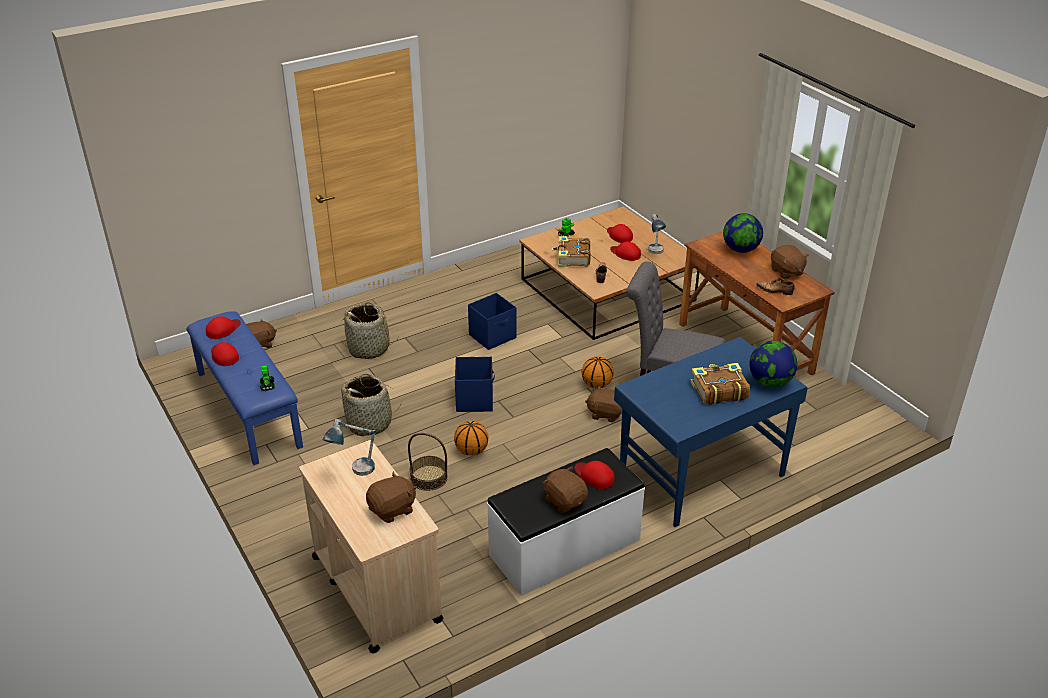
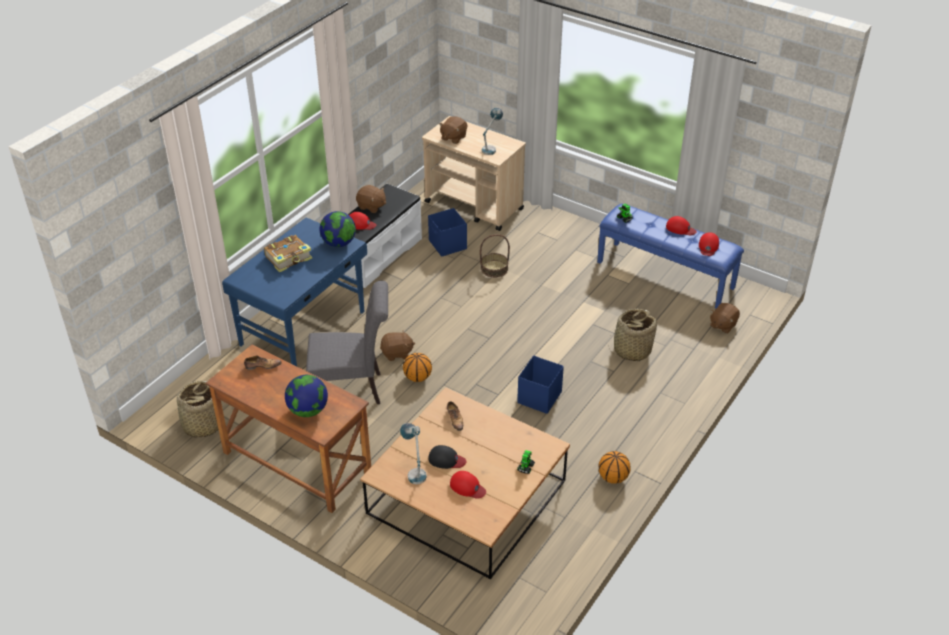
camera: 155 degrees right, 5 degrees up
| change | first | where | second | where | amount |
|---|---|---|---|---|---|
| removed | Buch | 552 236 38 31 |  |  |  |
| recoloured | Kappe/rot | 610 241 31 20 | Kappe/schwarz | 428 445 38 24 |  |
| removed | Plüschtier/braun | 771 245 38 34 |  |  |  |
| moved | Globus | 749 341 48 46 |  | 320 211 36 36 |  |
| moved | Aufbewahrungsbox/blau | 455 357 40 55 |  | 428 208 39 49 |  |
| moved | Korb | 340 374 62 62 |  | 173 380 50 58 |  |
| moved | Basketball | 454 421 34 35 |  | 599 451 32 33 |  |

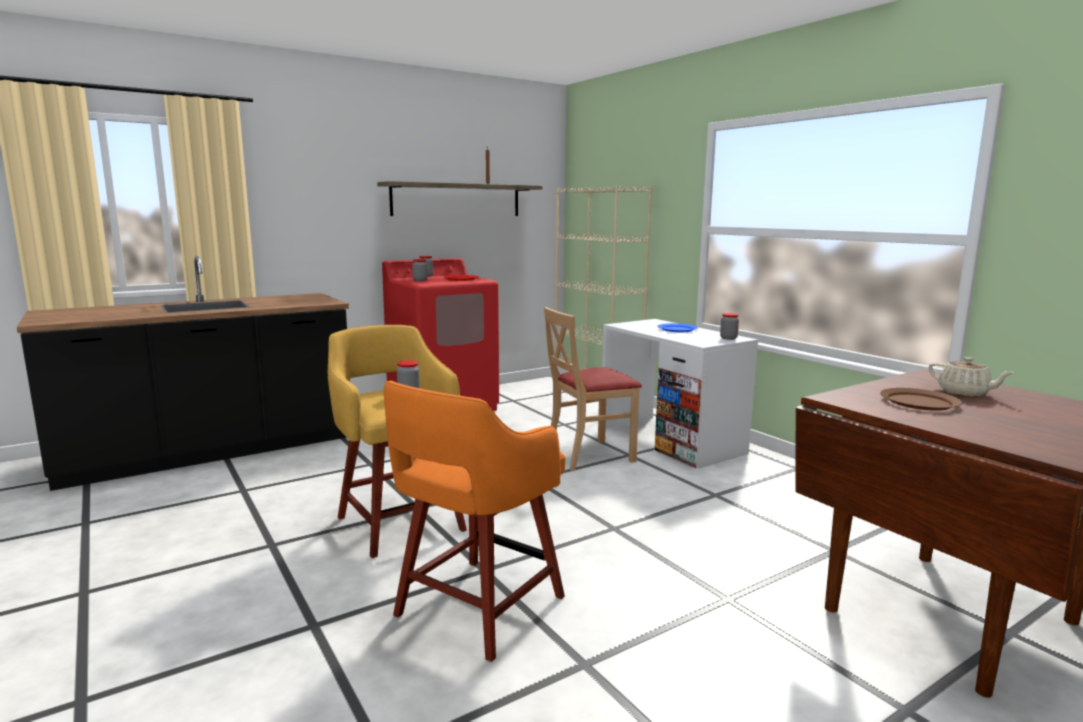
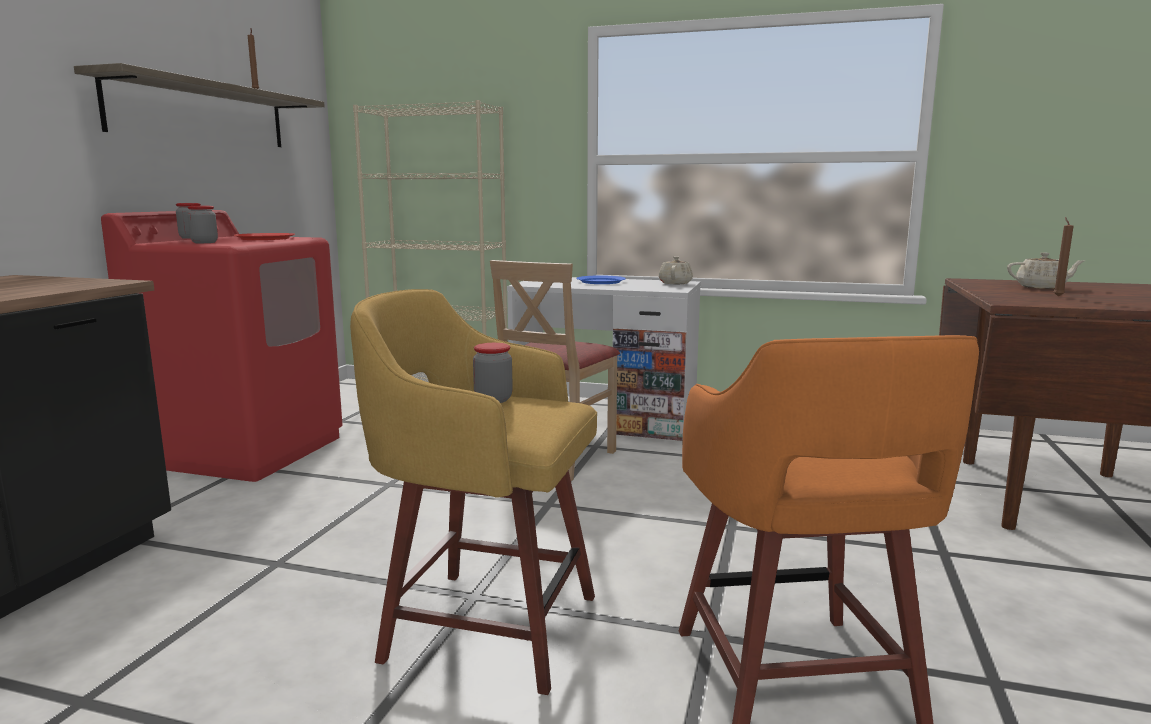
camera: 40 degrees left, 0 degrees up
| change | first | where | second | where | amount |
|---|---|---|---|---|---|
| replaced | Vorratsglas | 720 313 19 27 | Teekanne/beige | 659 256 34 28 |  |
| replaced | Teller/braun | 880 388 82 23 | Kerze/braun | 1054 217 20 80 |  |

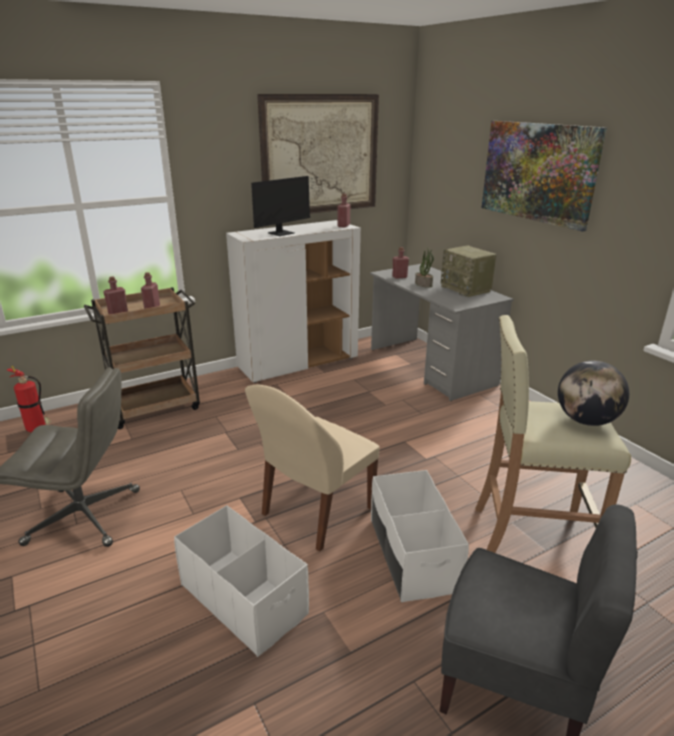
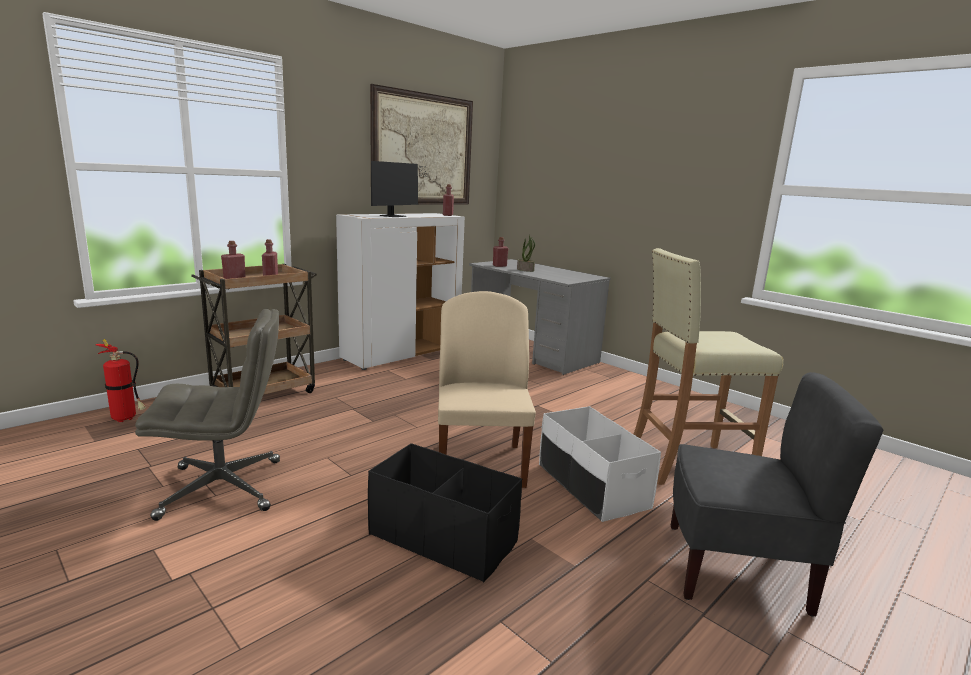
camera: 15 degrees left, 10 degrees down
| change | first | where | second | where | amount |
|---|---|---|---|---|---|
| removed | Bild | 482 121 125 111 |  |  |  |
| removed | Radio | 441 245 55 52 |  |  |  |
| removed | Globus | 558 360 71 66 |  |  |  |
| turned | Stuhl/beige | 245 385 135 167 |  | 438 291 98 197 | 150 degrees clockwise |
| recoloured | Aufbewahrungsbox/weiß | 174 505 135 152 | Aufbewahrungsbox/schwarz | 368 443 154 139 |  |

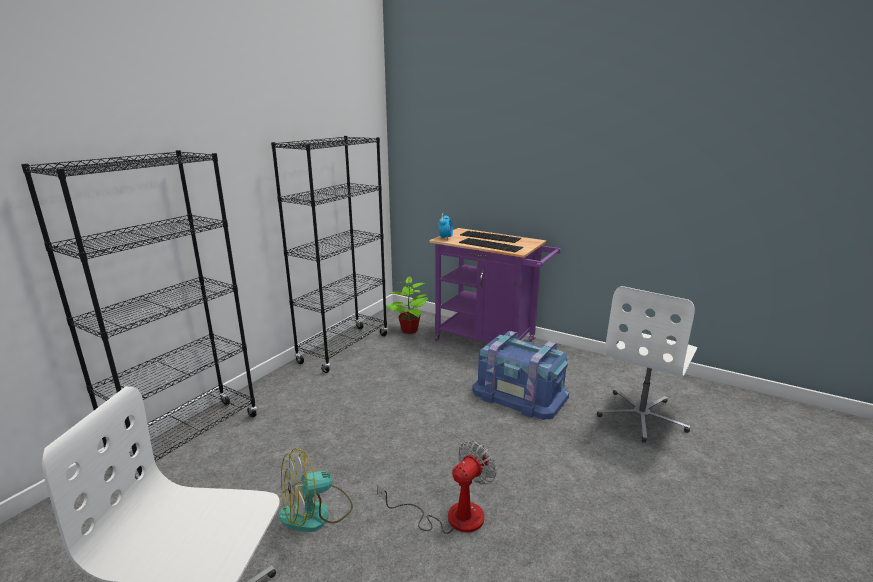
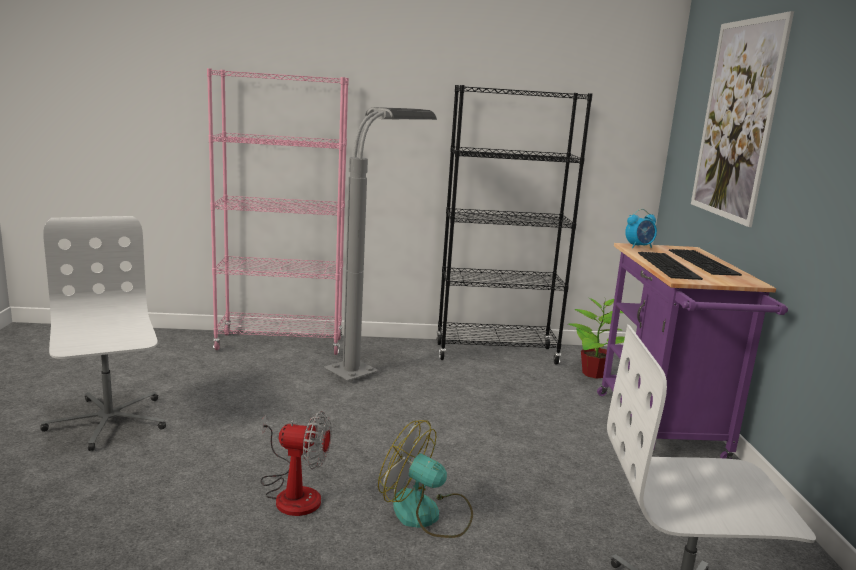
camera: 55 degrees right, 5 degrees down
| change | first | where | second | where | amount |
|---|---|---|---|---|---|
| recoloured | Bücherregal/schwarz | 21 150 236 330 | Bücherregal/rosa | 207 68 142 287 |  |
| removed | Aufbewahrungsbox/blau | 472 331 97 89 |  |  |  |
| moved | Ventilator | 279 448 74 84 |  | 378 420 95 118 |  |
| added |  |  | Bild | 691 11 103 216 |  |
| added |  |  | Stehlampe/grau | 324 107 113 274 |  |

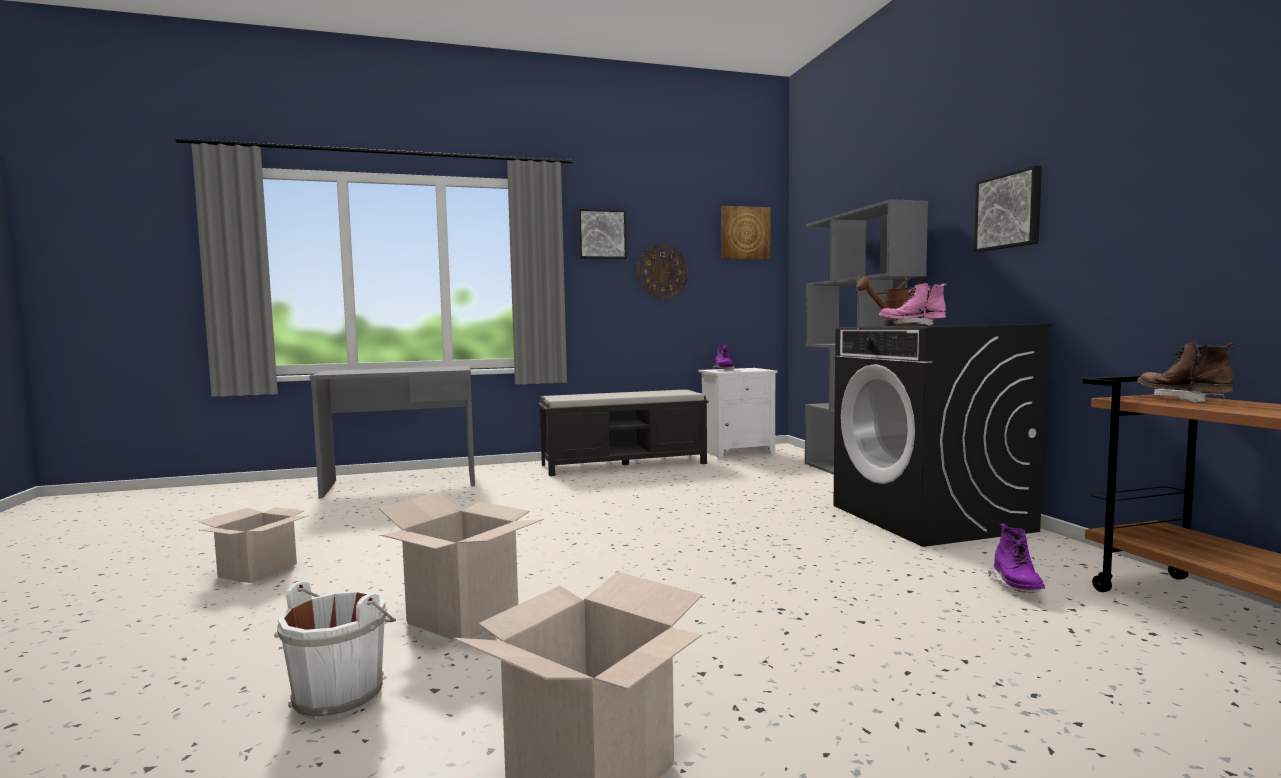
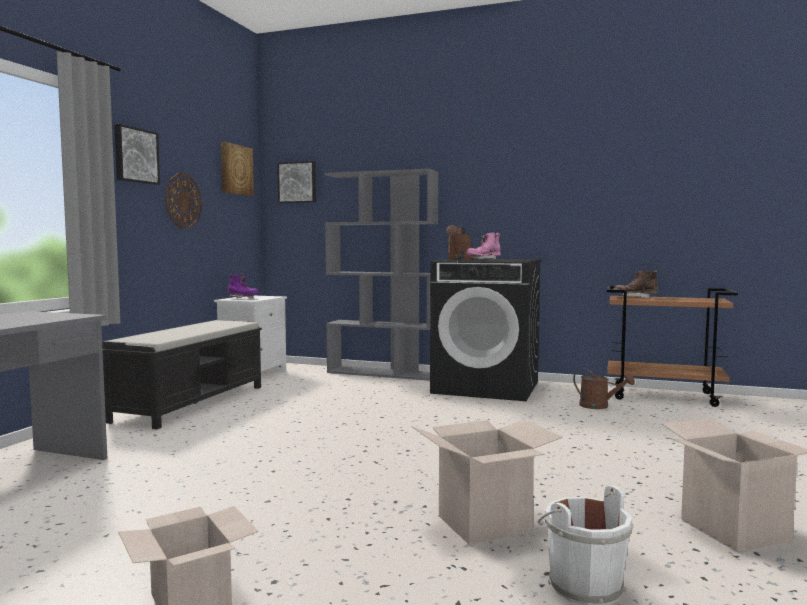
camera: 55 degrees left, 0 degrees up
| change | first | where | second | where | amount |
|---|---|---|---|---|---|
| moved | Bild | 974 165 68 87 |  | 277 161 39 42 |  |
| replaced | Stiefel/lila | 988 524 57 69 | Gießkanne/braun | 573 368 62 41 |  |

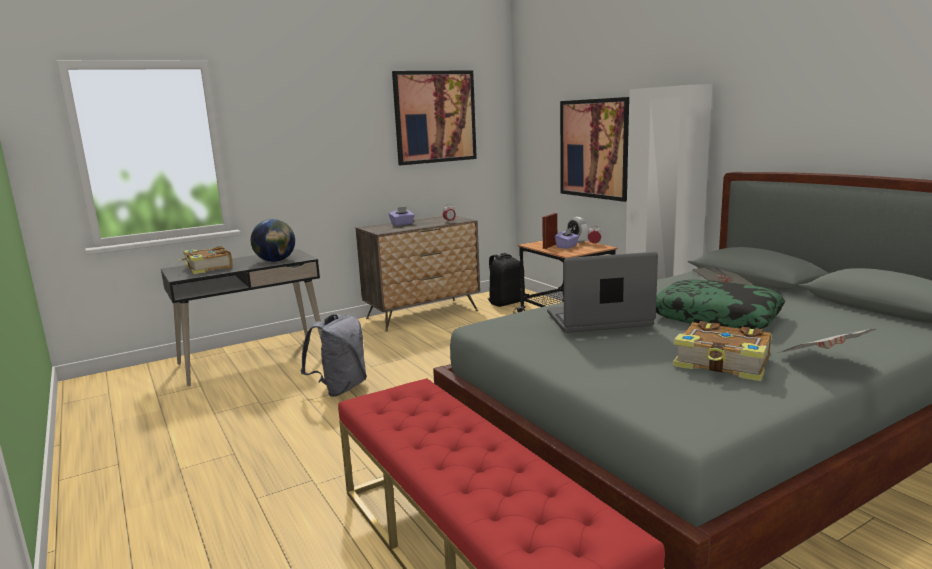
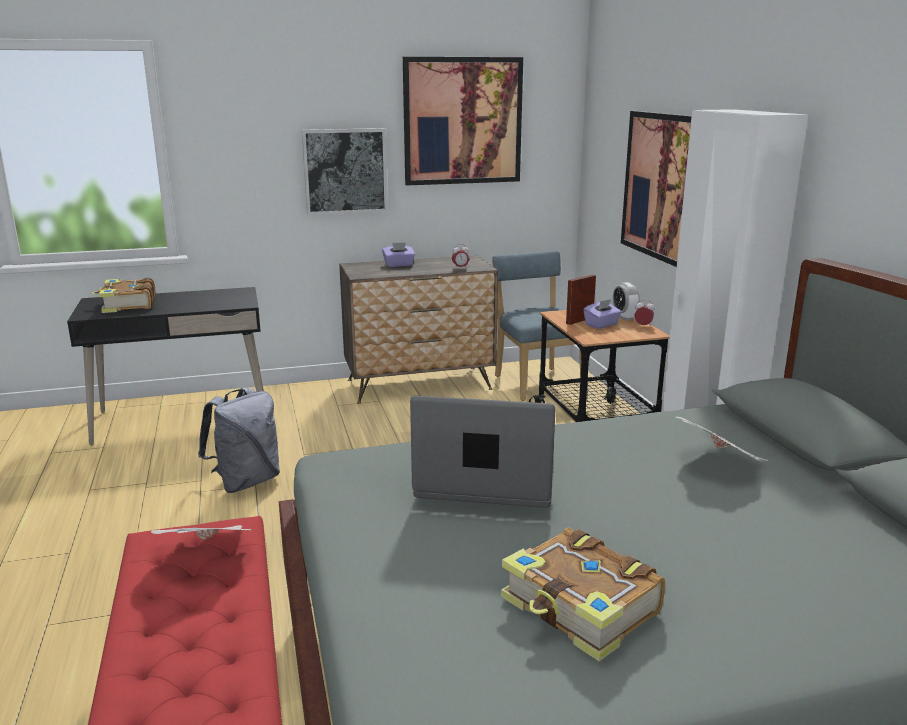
camera: 15 degrees right, 5 degrees up
| change | first | where | second | where | amount |
|---|---|---|---|---|---|
| removed | Globus | 251 219 44 43 |  |  |  |
| replaced | Rucksack/schwarz | 488 253 37 54 | Stuhl/blau | 492 251 90 150 |  |
| removed | Kissen | 656 280 129 49 |  |  |  |
| moved | Zeitung | 777 329 99 24 |  | 151 525 101 15 |  |
| added |  |  | Bild | 302 128 86 87 |  |

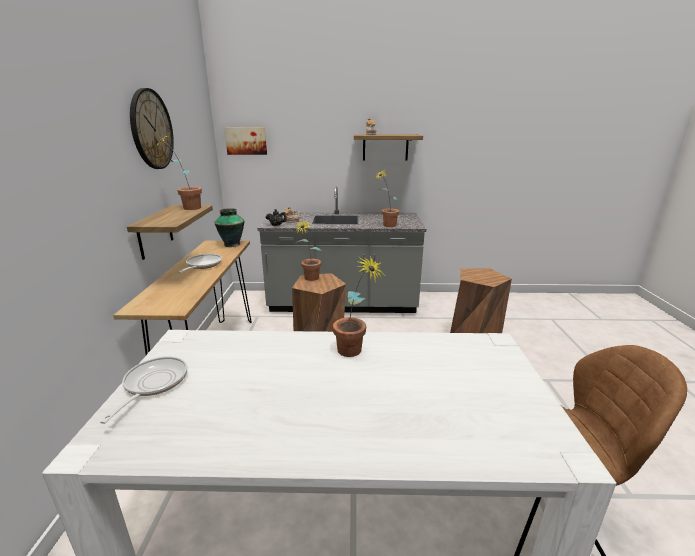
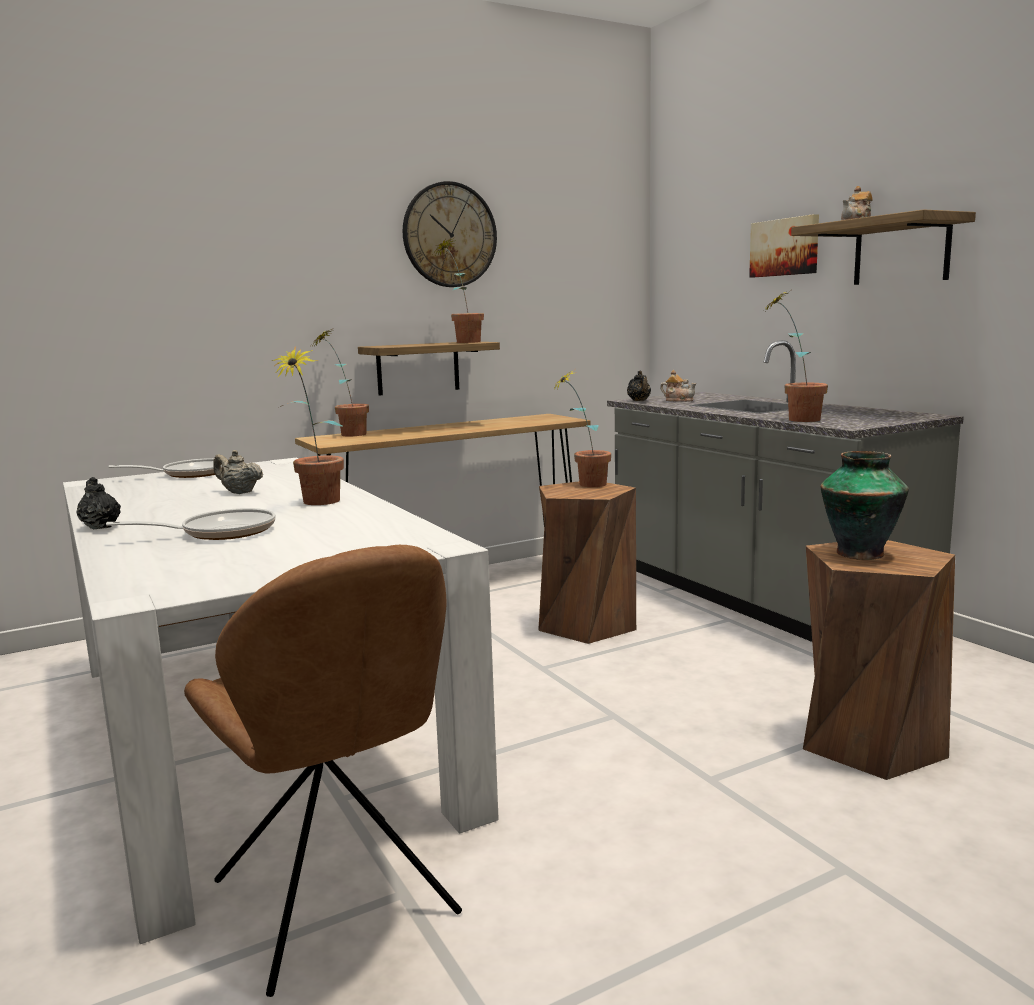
camera: 60 degrees right, 10 degrees down
| change | first | where | second | where | amount |
|---|---|---|---|---|---|
| moved | Bild | 224 127 43 28 |  | 749 214 70 63 |  |
| moved | Vase | 214 208 30 39 |  | 821 451 88 109 |  |
| moved | Pfanne | 178 254 44 19 |  | 106 508 169 32 |  |
| added |  |  | Topfpflanze | 312 327 57 109 |  |
| added |  |  | Teekanne/beige | 213 450 50 44 |  |
| added |  |  | Teekanne/schwarz | 76 477 45 52 |  |

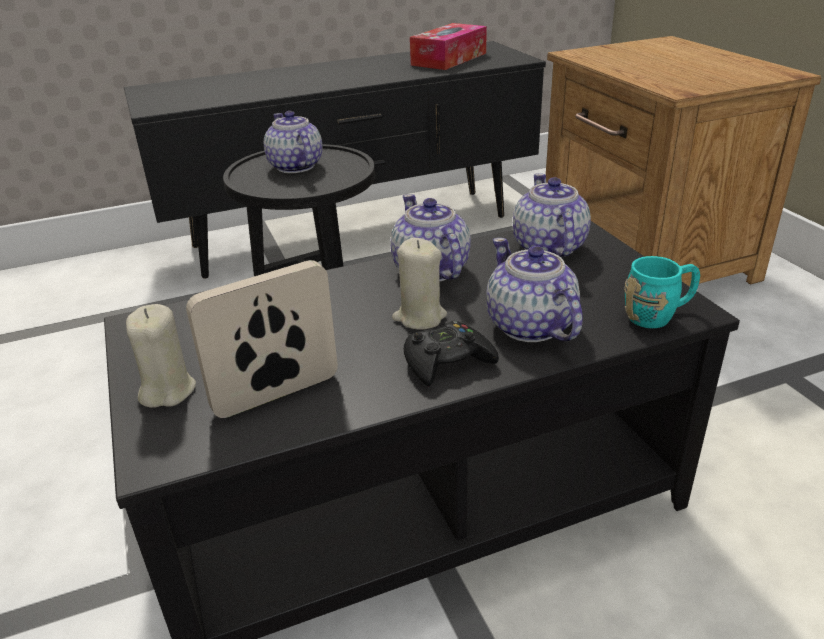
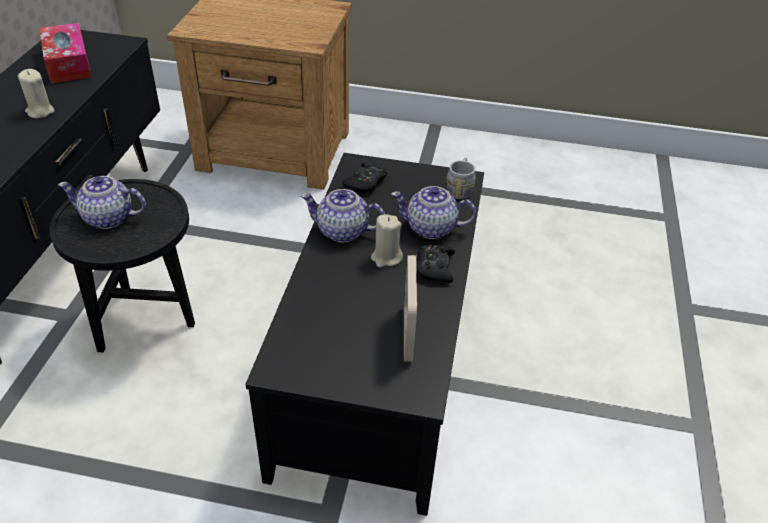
camera: 60 degrees left, 10 degrees up
| change | first | where | second | where | amount |
|---|---|---|---|---|---|
| replaced | Teekanne | 513 173 78 85 | Gamepad/schwarz | 342 162 45 31 |  |
| recoloured | Henkelbecher/türkis | 624 256 76 72 | Henkelbecher/grau | 447 157 29 42 |  |
| moved | Kerze/beige | 126 304 70 104 |  | 18 69 37 49 |  |

